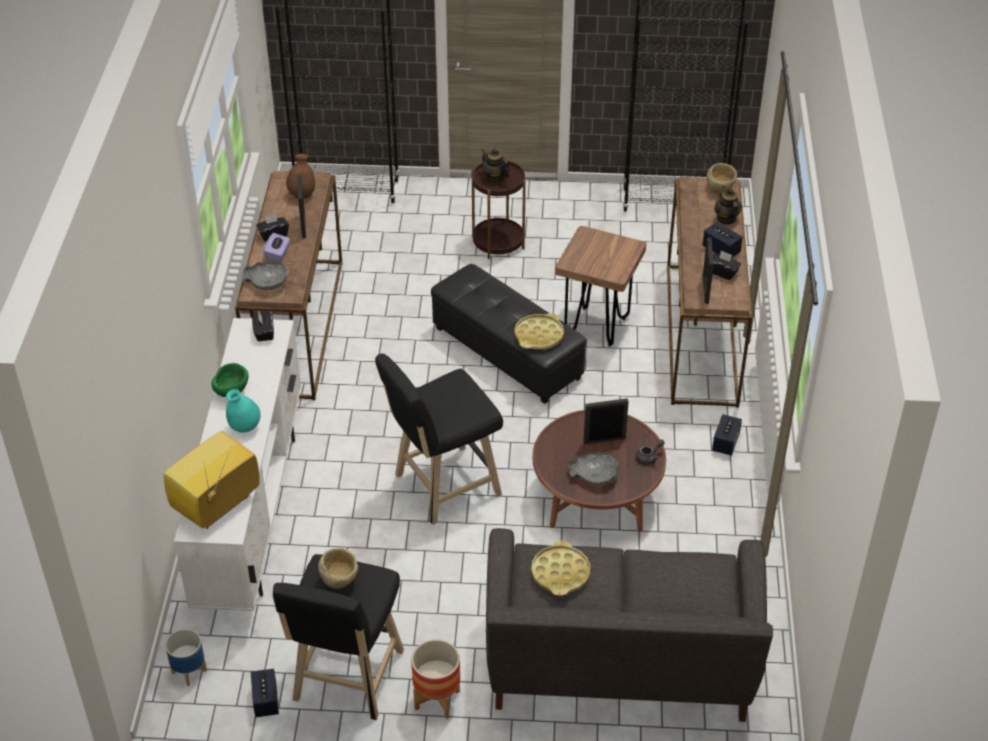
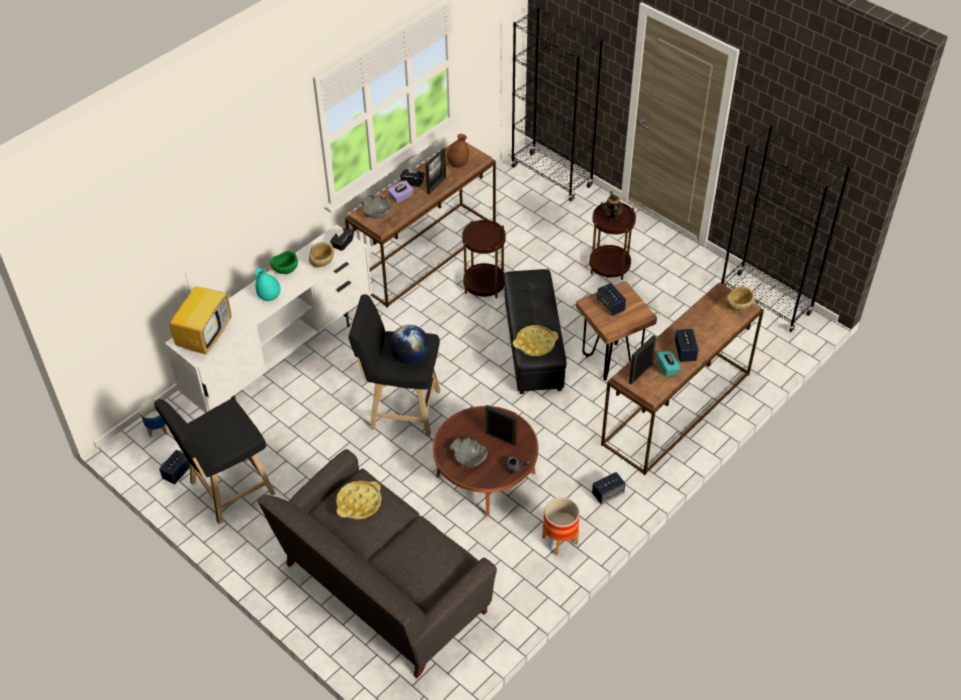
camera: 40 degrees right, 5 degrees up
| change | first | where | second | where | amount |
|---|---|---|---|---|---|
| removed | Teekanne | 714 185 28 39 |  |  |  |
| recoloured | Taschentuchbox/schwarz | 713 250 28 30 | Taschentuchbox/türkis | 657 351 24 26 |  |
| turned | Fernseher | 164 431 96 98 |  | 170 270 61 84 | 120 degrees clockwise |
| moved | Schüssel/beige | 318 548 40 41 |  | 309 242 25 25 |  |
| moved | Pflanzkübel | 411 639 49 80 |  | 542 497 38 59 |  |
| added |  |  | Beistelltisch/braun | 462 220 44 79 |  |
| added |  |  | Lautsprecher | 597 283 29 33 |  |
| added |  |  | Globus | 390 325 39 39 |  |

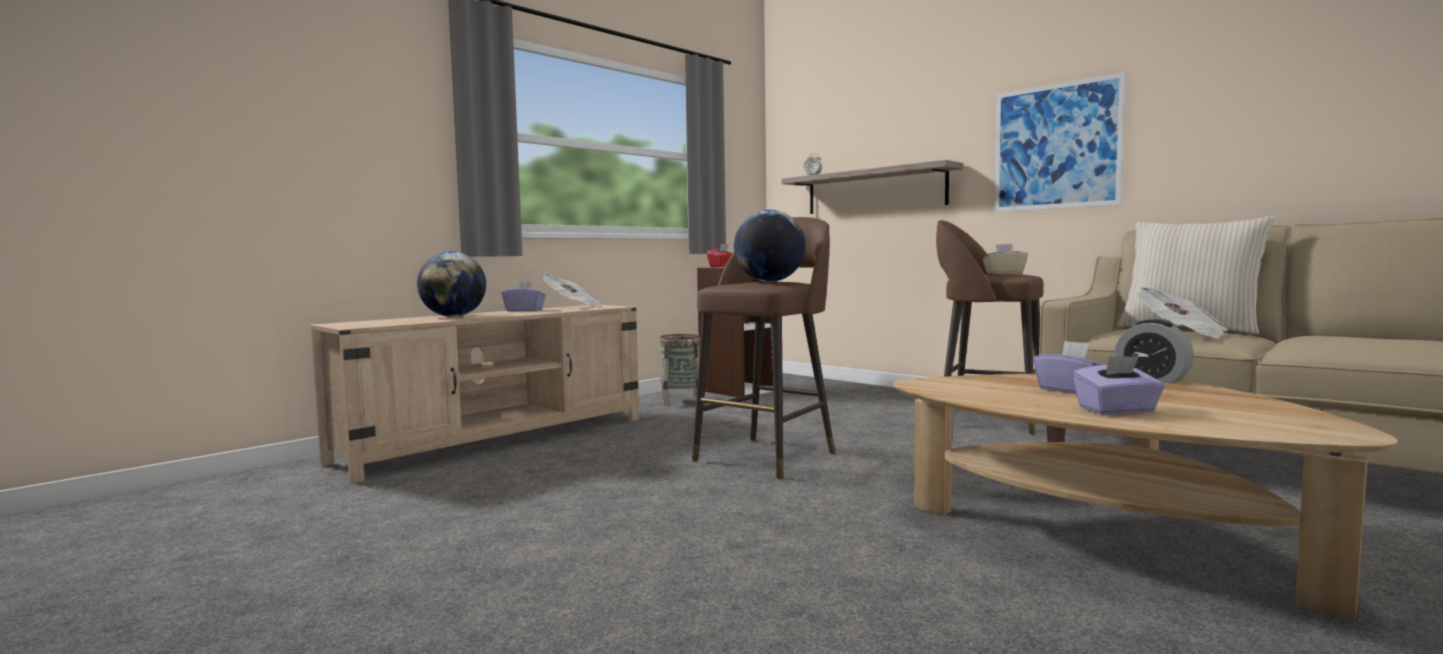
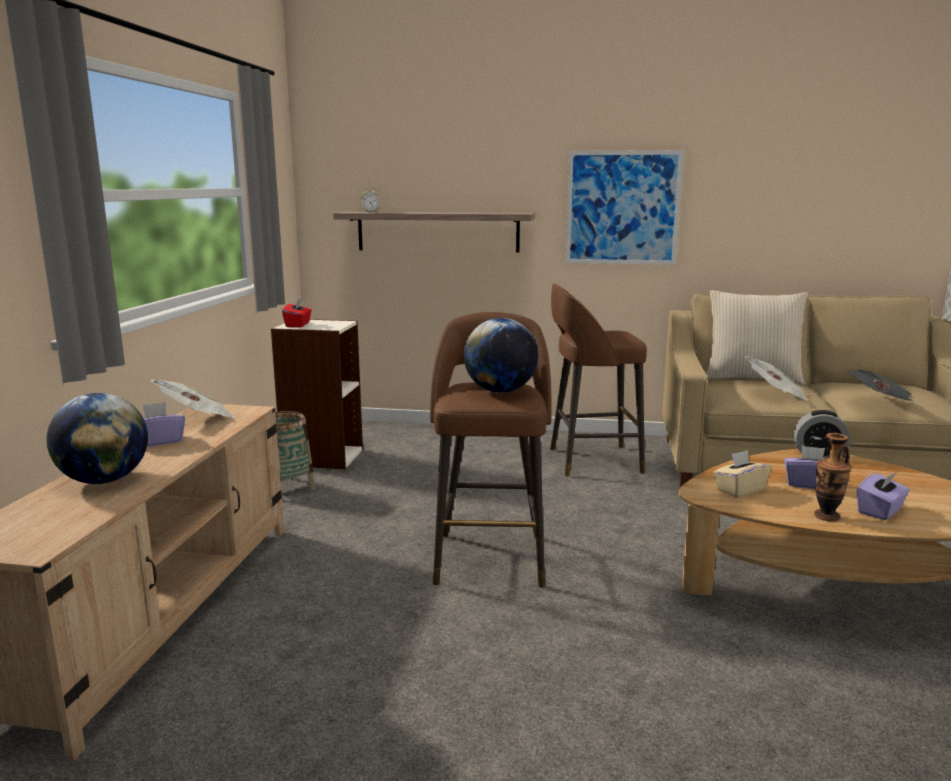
camera: 35 degrees left, 10 degrees up
| change | first | where | second | where | amount |
|---|---|---|---|---|---|
| moved | Taschentuchbox/beige | 983 244 45 30 |  | 713 450 59 48 |  |
| added |  |  | Zeitung | 846 370 67 31 |  |
| added |  |  | Vase | 814 433 37 89 |  |

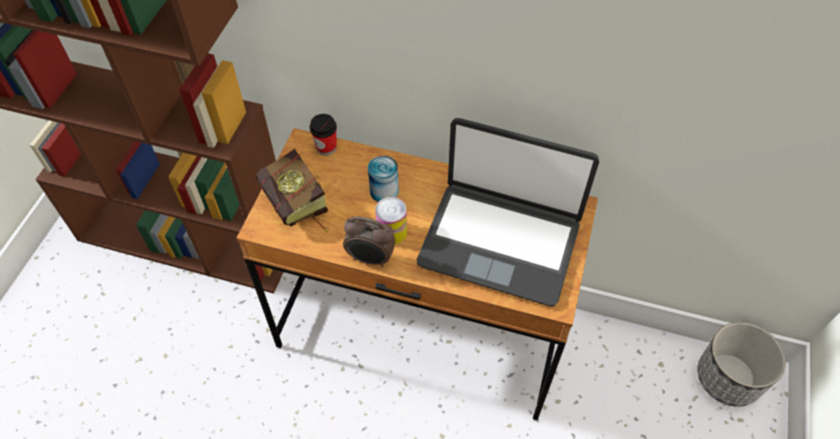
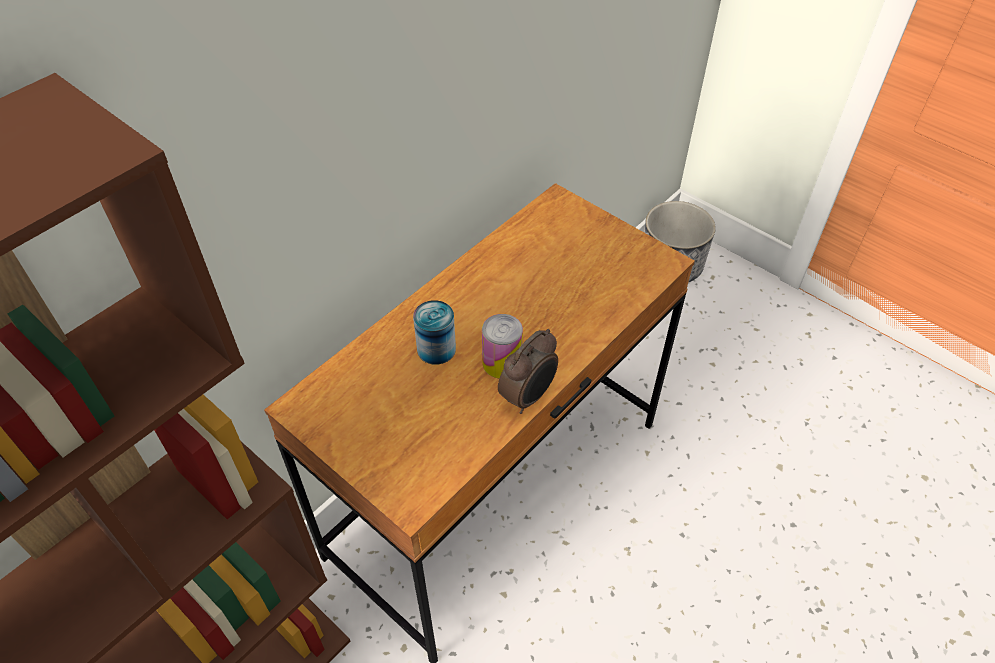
camera: 65 degrees left, 5 degrees down
| change | first | where | second | where | amount |
|---|---|---|---|---|---|
| removed | Tasse | 310 114 27 41 |  |  |  |
| removed | Laptop | 417 118 182 188 |  |  |  |
| removed | Buch | 256 149 72 83 |  |  |  |

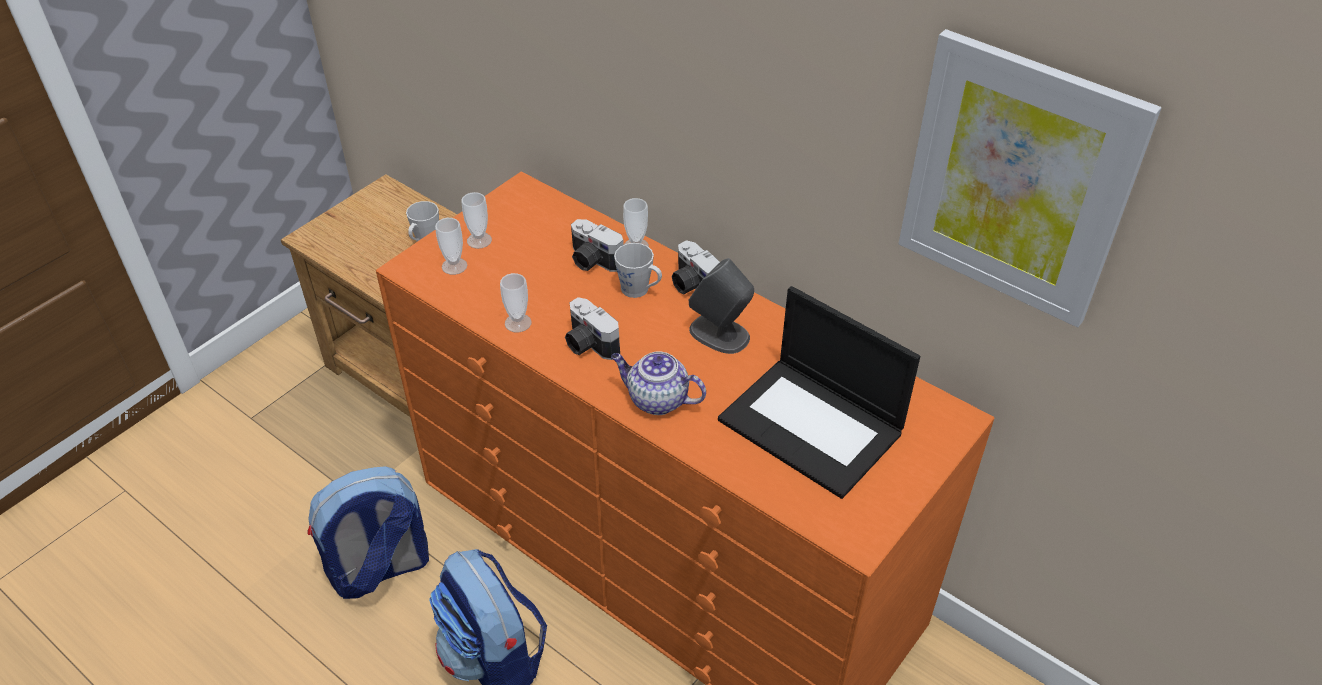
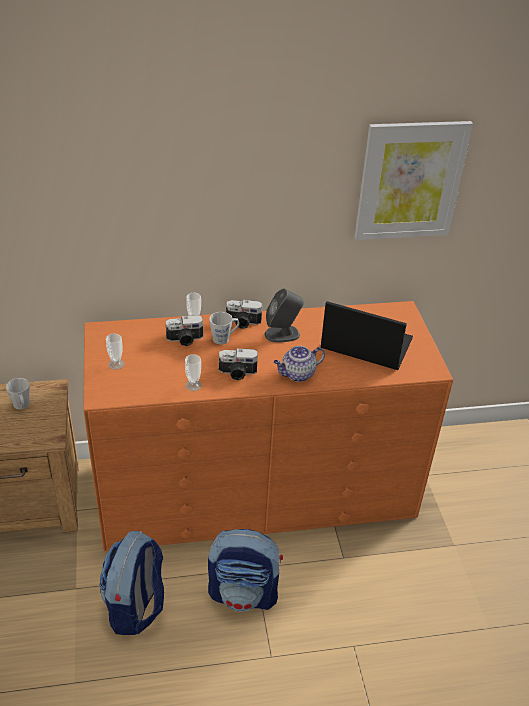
camera: 50 degrees left, 5 degrees down
| change | first | where | second | where | amount |
|---|---|---|---|---|---|
| removed | Tasse | 435 218 32 57 |  |  |  |
| turned | Laptop | 718 286 202 213 |  | 321 301 92 69 | 150 degrees counterclockwise |

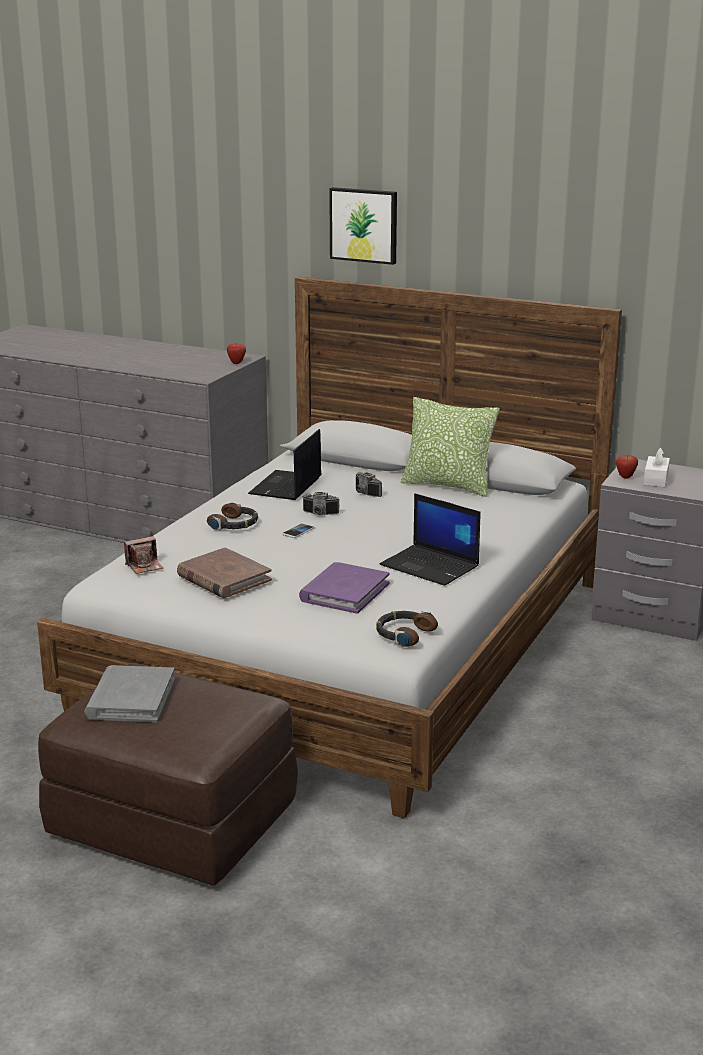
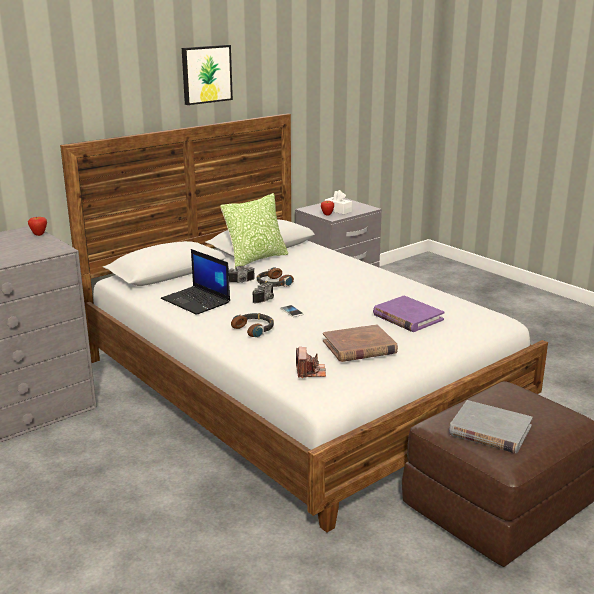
camera: 65 degrees left, 0 degrees up
| change | first | where | second | where | amount |
|---|---|---|---|---|---|
| moved | Bild | 329 187 68 78 |  | 182 45 51 60 |  |
| removed | Laptop | 380 493 100 93 |  |  |  |
| moved | Kopfhörer | 376 611 62 36 |  | 257 267 37 20 |  |

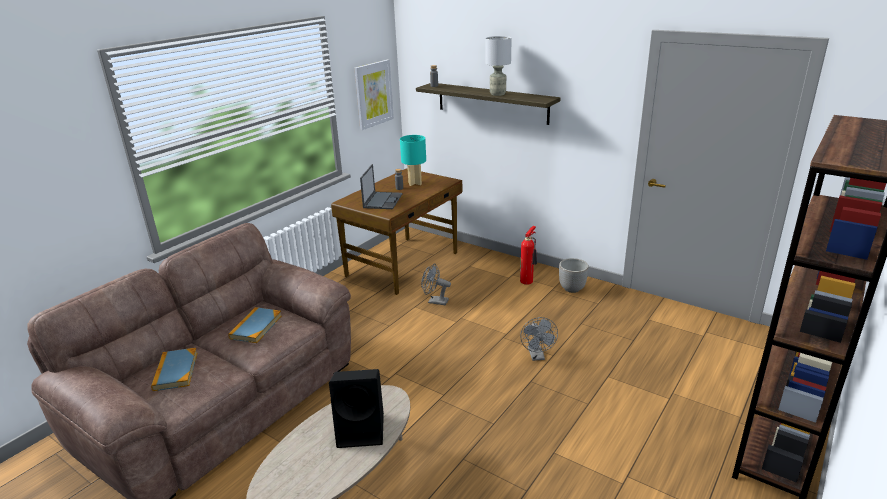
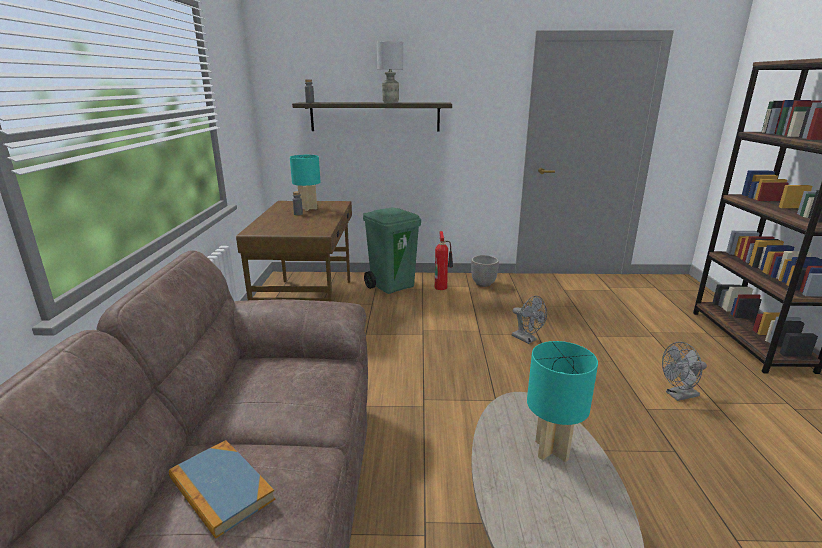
camera: 35 degrees left, 5 degrees down
| change | first | where | second | where | amount |
|---|---|---|---|---|---|
| removed | Bild | 354 60 40 70 |  |  |  |
| removed | Laptop | 360 164 43 45 |  |  |  |
| moved | Ventilator/grau | 421 264 30 41 |  | 662 342 45 59 |  |
| removed | Buch | 228 307 54 36 |  |  |  |
| replaced | Lautsprecher/schwarz | 329 369 55 79 | Tischlampe/türkis | 527 341 71 121 |  |
| added |  |  | Mülleimer/grün | 363 207 58 87 |  |

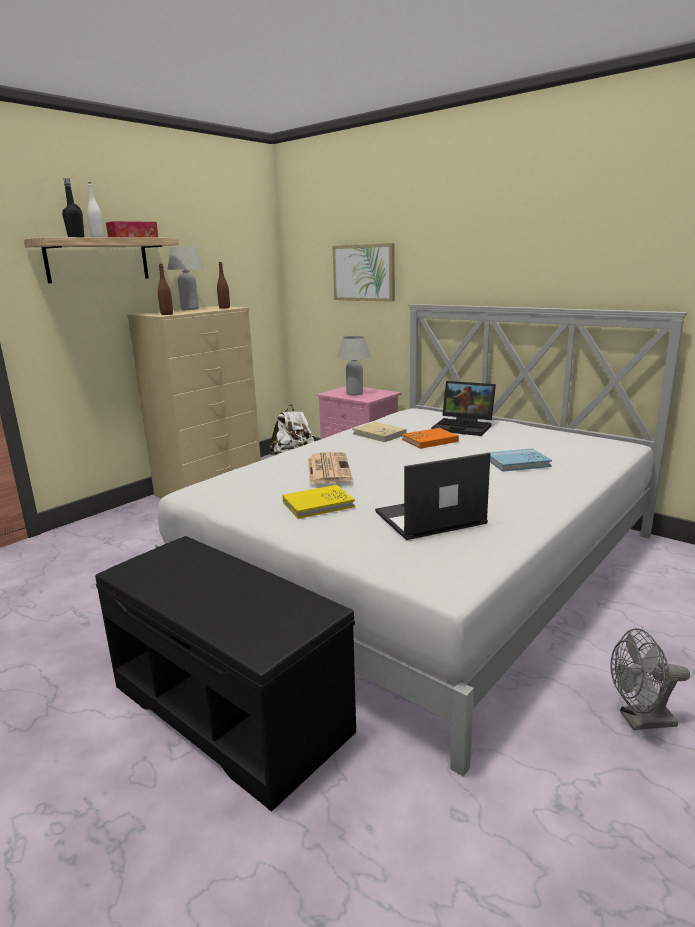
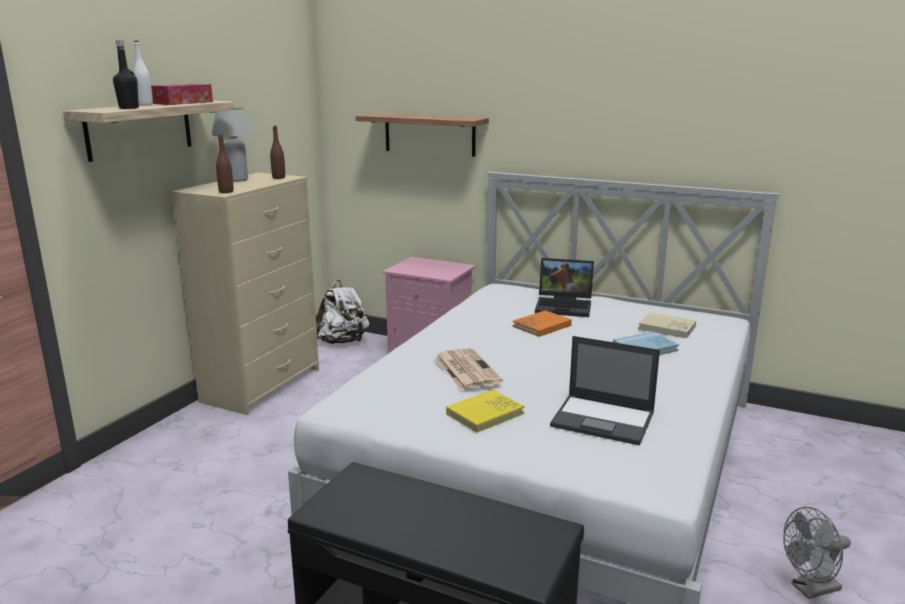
camera: 15 degrees left, 0 degrees up
| change | first | where | second | where | amount |
|---|---|---|---|---|---|
| replaced | Bild | 333 243 62 59 | Wandregal | 355 113 134 44 |  |
| removed | Tischlampe/weiß | 337 336 34 59 |  |  |  |
| moved | Buch/beige | 353 422 54 20 |  | 638 312 58 26 |  |
| turned | Laptop | 375 452 116 88 |  | 550 336 110 110 | 120 degrees counterclockwise |

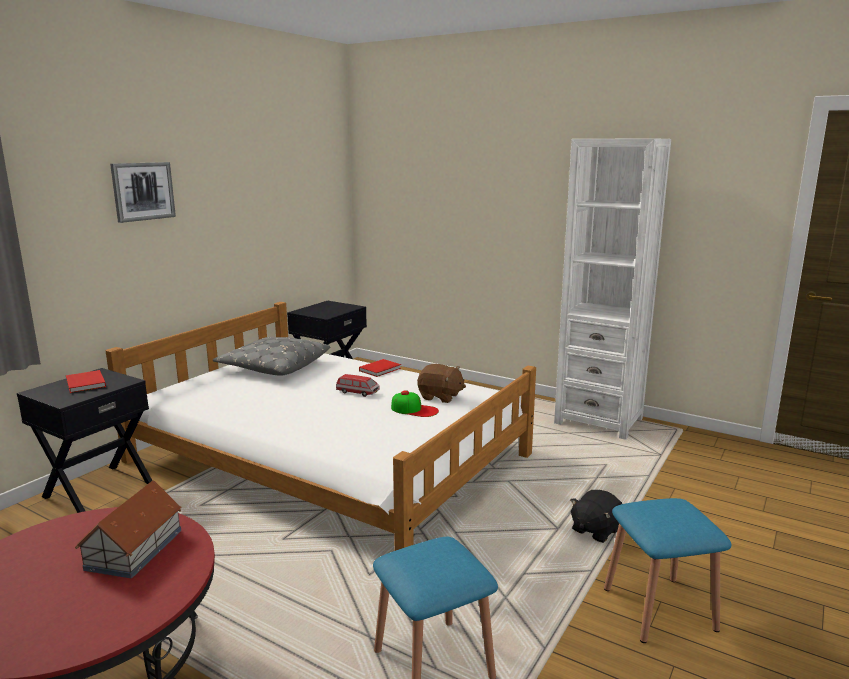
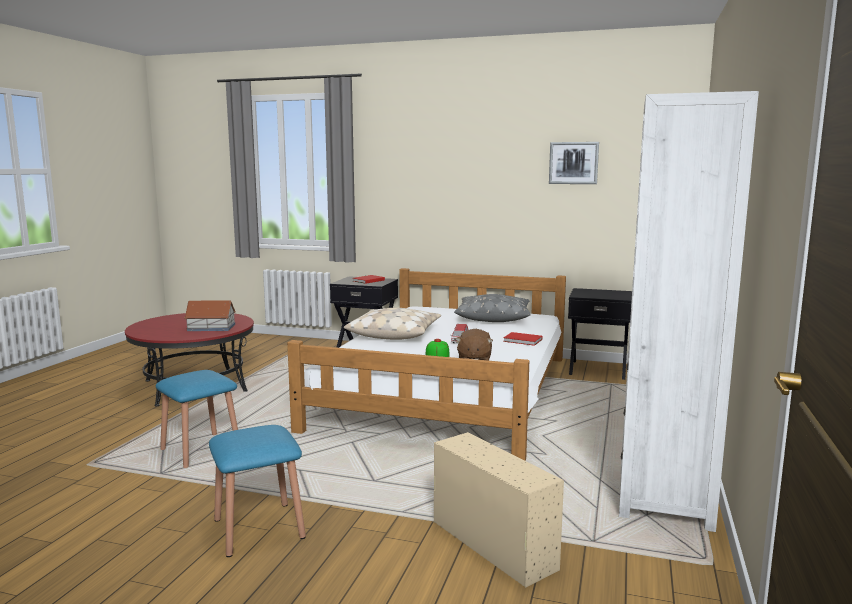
camera: 75 degrees right, 5 degrees down
| change | first | where | second | where | amount |
|---|---|---|---|---|---|
| moved | Bild | 110 162 66 61 |  | 549 142 50 42 |  |
| removed | Plüschtier/schwarz | 570 490 52 53 |  |  |  |
| added |  |  | Kissen/beige | 344 308 97 32 |  |
| added |  |  | Aufbewahrungsbox/beige | 434 432 130 156 |  |

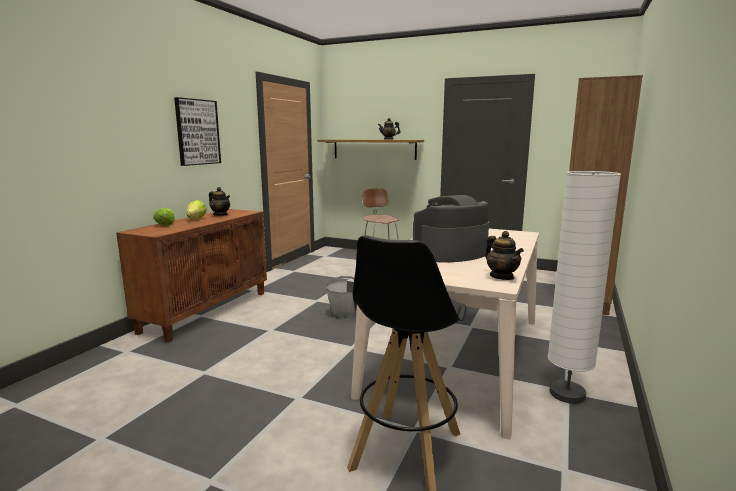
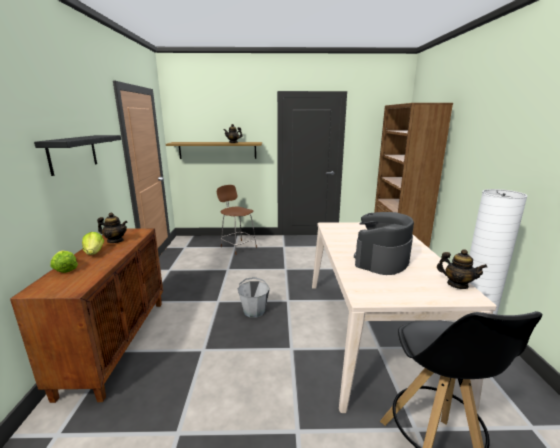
camera: 25 degrees left, 5 degrees up
| change | first | where | second | where | amount |
|---|---|---|---|---|---|
| replaced | Bild | 174 97 47 69 | Wandregal/schwarz | 34 135 87 41 |  |

